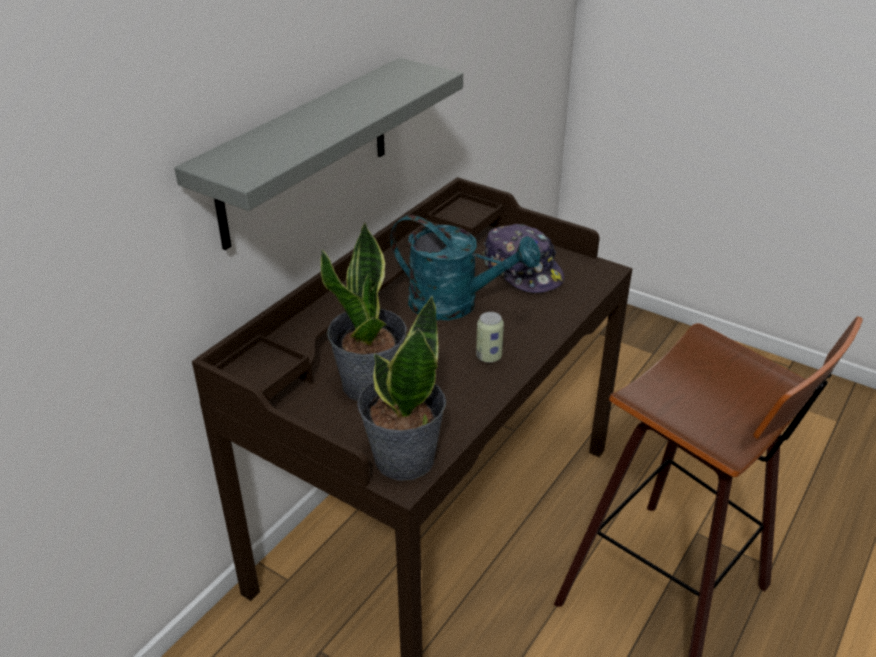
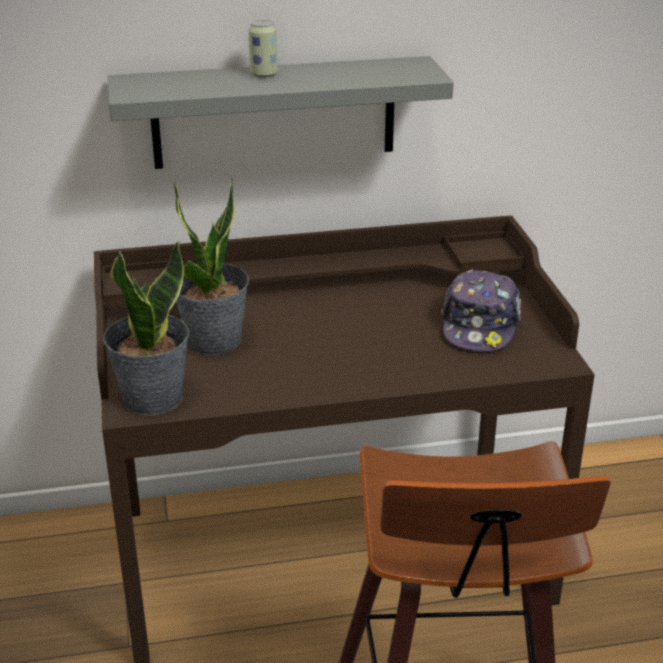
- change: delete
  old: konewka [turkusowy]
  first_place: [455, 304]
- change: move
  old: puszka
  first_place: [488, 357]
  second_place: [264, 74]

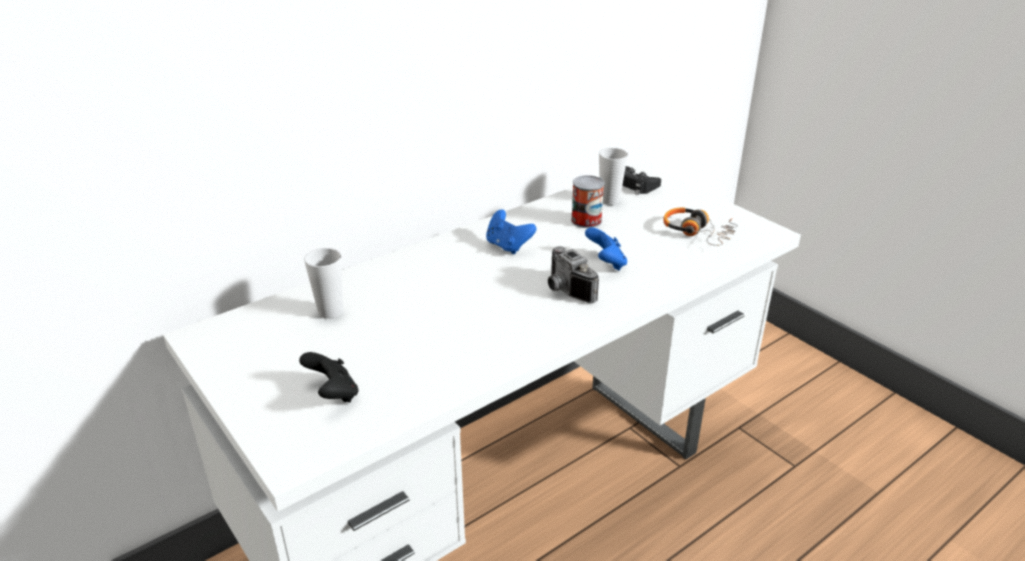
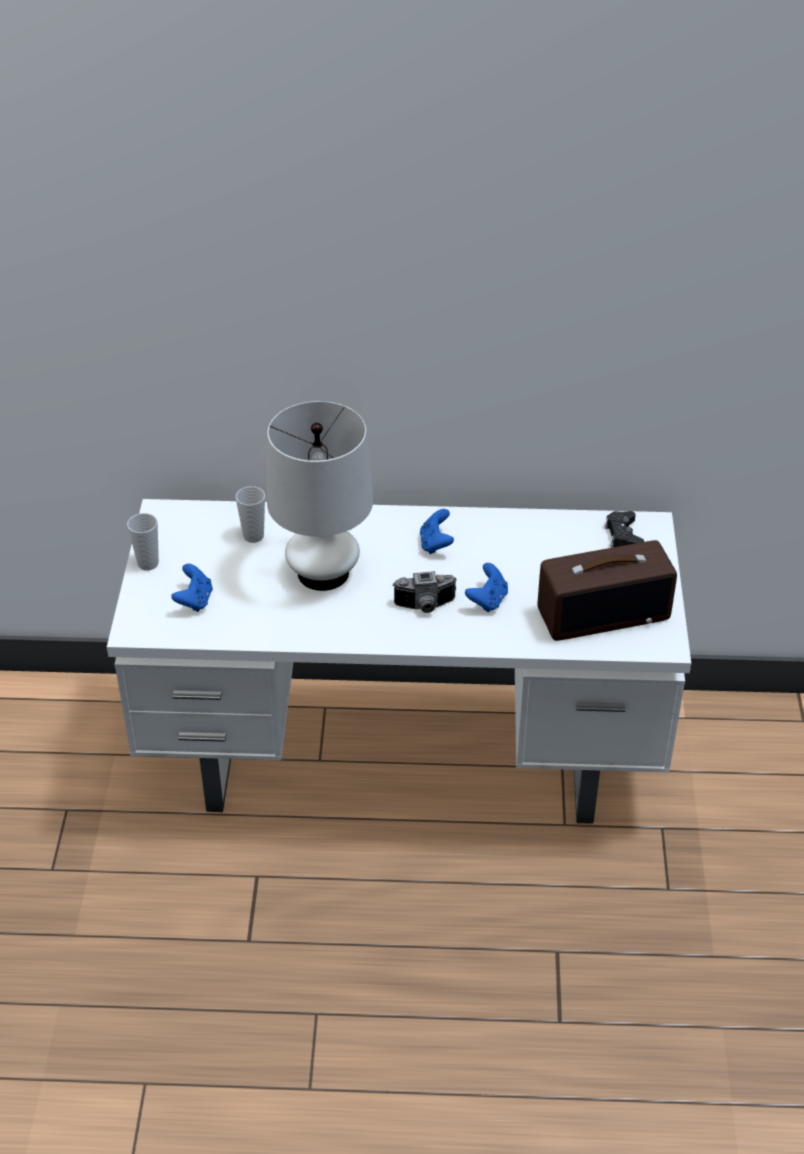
- change: move
  old: filiżanka
  first_place: [609, 200]
  second_place: [148, 563]
- change: delete
  old: puszka
  first_place: [586, 220]
- change: replace
  old: słuchawki
  new: radio
  first_place: [698, 232]
  second_place: [603, 613]
- change: rotate
  old: aparat fotograficzny
  first_place: [565, 291]
  second_place: [425, 607]
  degrees: -105
- change: recolor
  old: pad do gier [czarny]
  new: pad do gier [niebieski]
  first_place: [333, 394]
  second_place: [194, 600]
- change: insert
  new: lampa stołowa [biały]
  second_place: [323, 573]

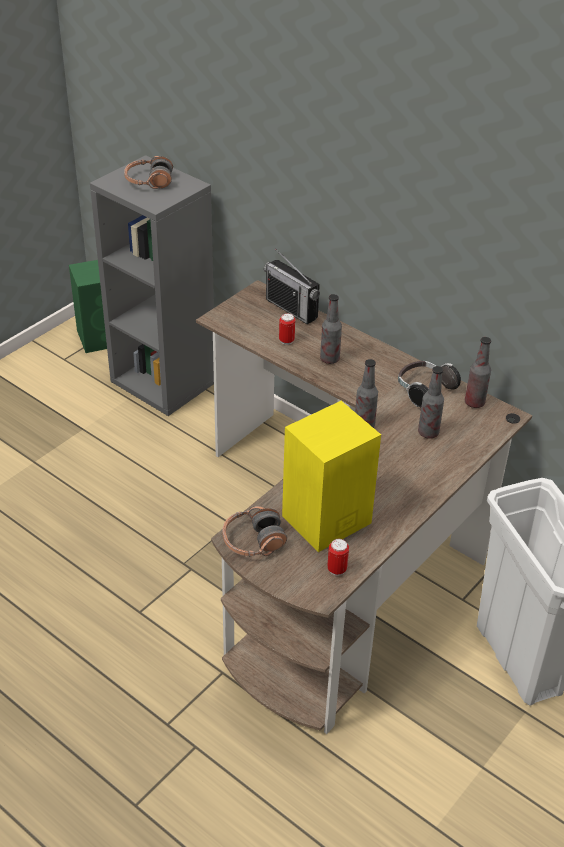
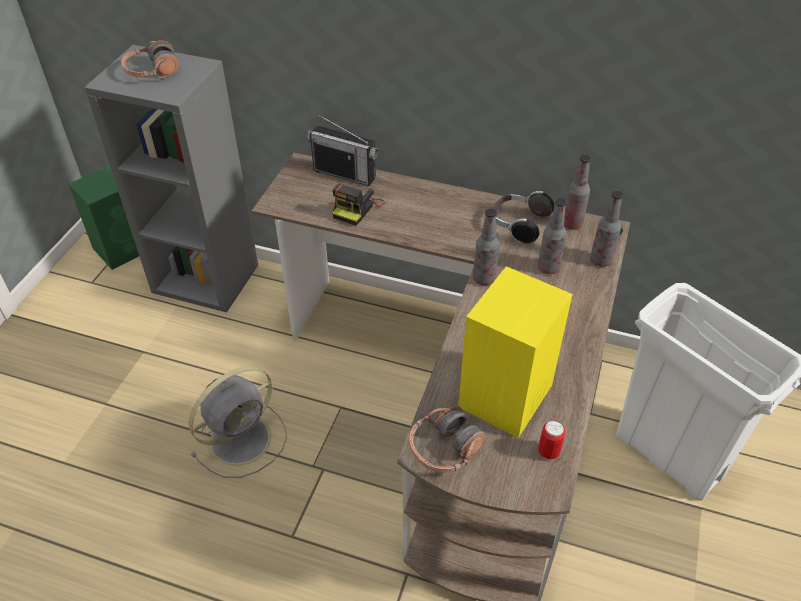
- change: move
  old: butelka
  first_place: [329, 359]
  second_place: [600, 260]
- change: replace
  old: puszka
  new: aparat fotograficzny
  first_place: [286, 341]
  second_place: [357, 209]
- change: insert
  new: wentylator [szary]
  second_place: [243, 438]

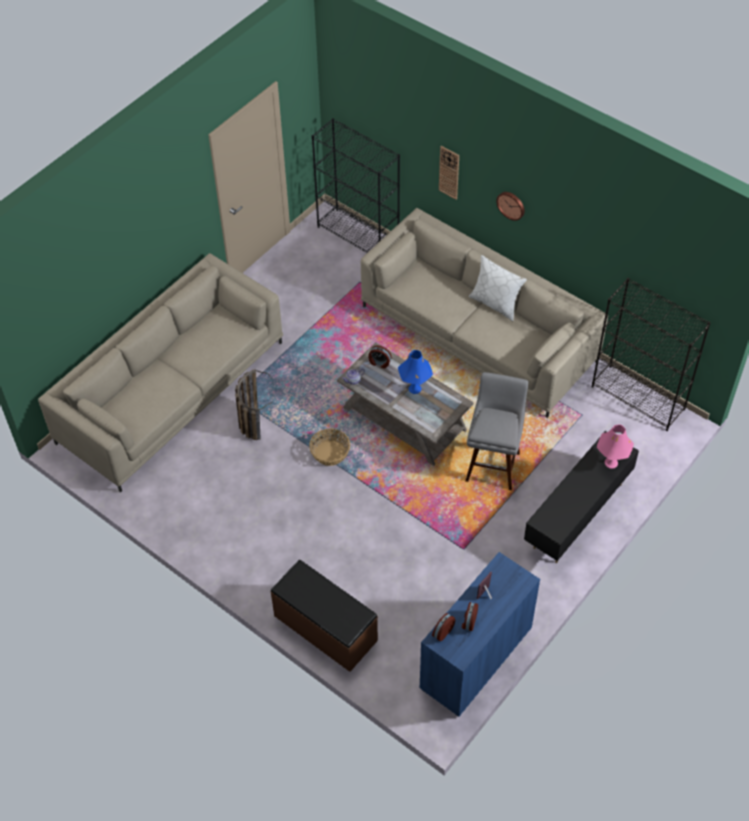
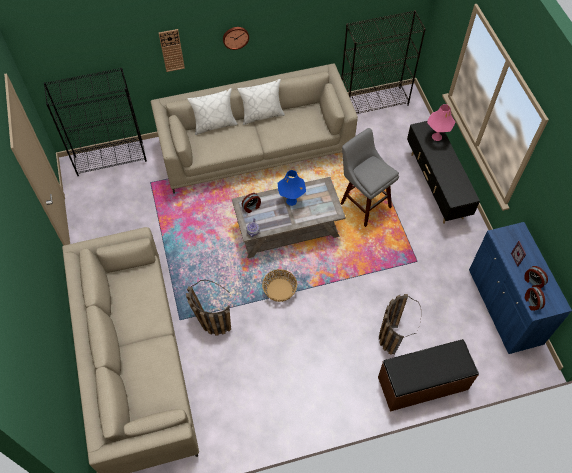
- change: insert
  new: poduszka [biały]
  second_place: [214, 124]
- change: insert
  new: koszyk
  second_place: [391, 332]

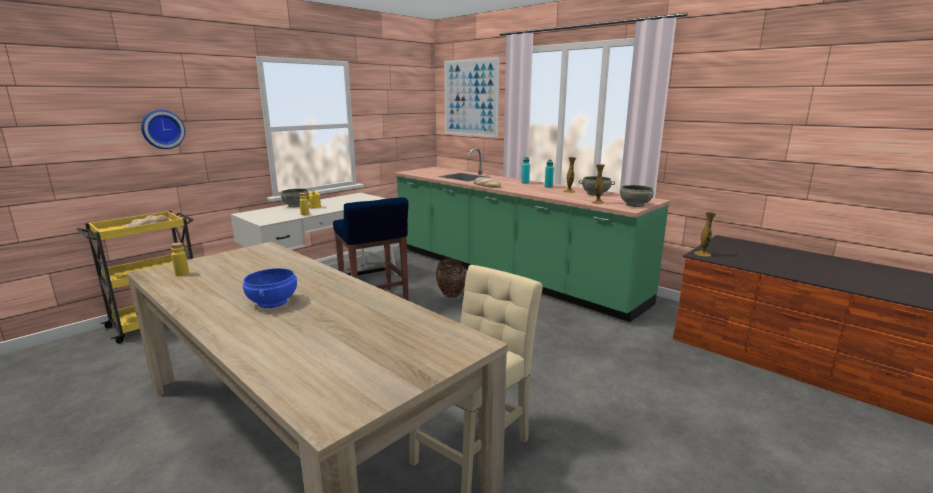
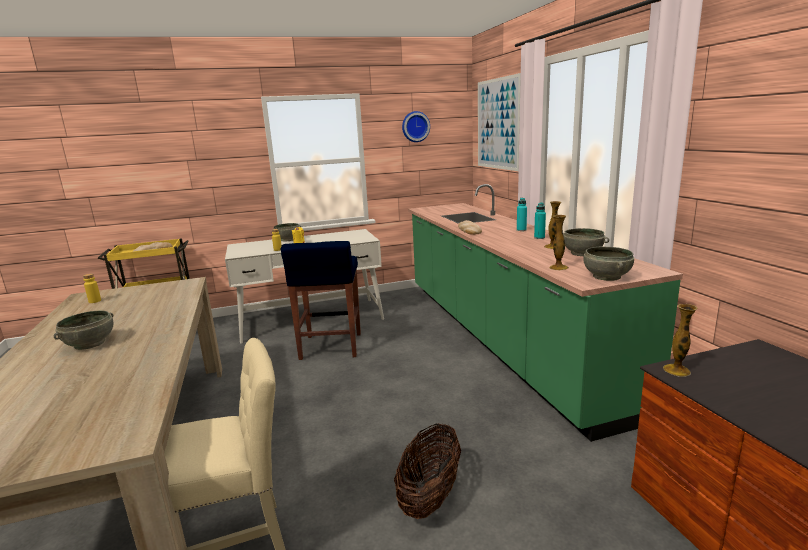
- change: move
  old: zegar ścienny
  first_place: [162, 129]
  second_place: [415, 126]
- change: move
  old: koszyk
  first_place: [450, 293]
  second_place: [430, 496]
- change: recolor
  old: miska [niebieski]
  new: miska [szary]
  first_place: [273, 302]
  second_place: [90, 344]

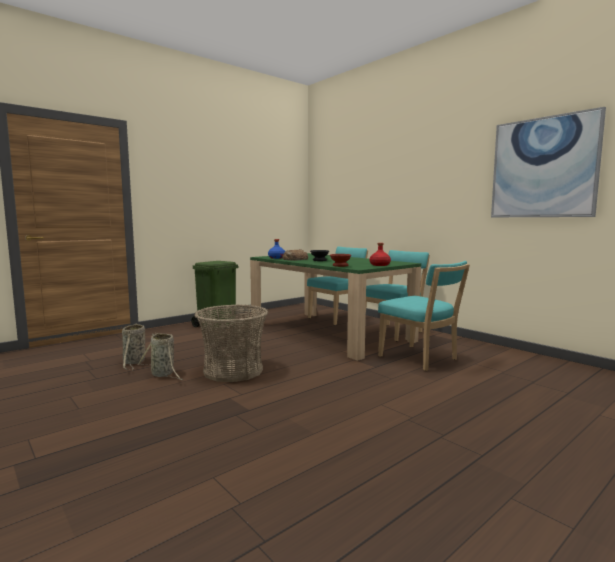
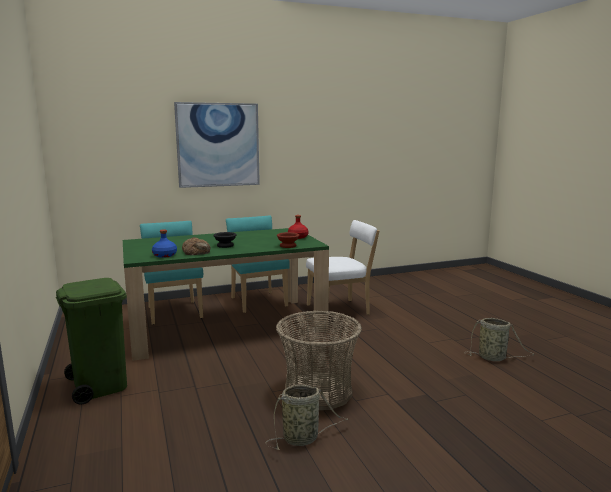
- change: move
  old: obraz
  first_place: [543, 168]
  second_place: [218, 145]
- change: recolor
  old: krzesło [turkusowy]
  new: krzesło [biały]
  first_place: [420, 359]
  second_place: [341, 310]
- change: move
  old: koszyk
  first_place: [134, 362]
  second_place: [494, 358]

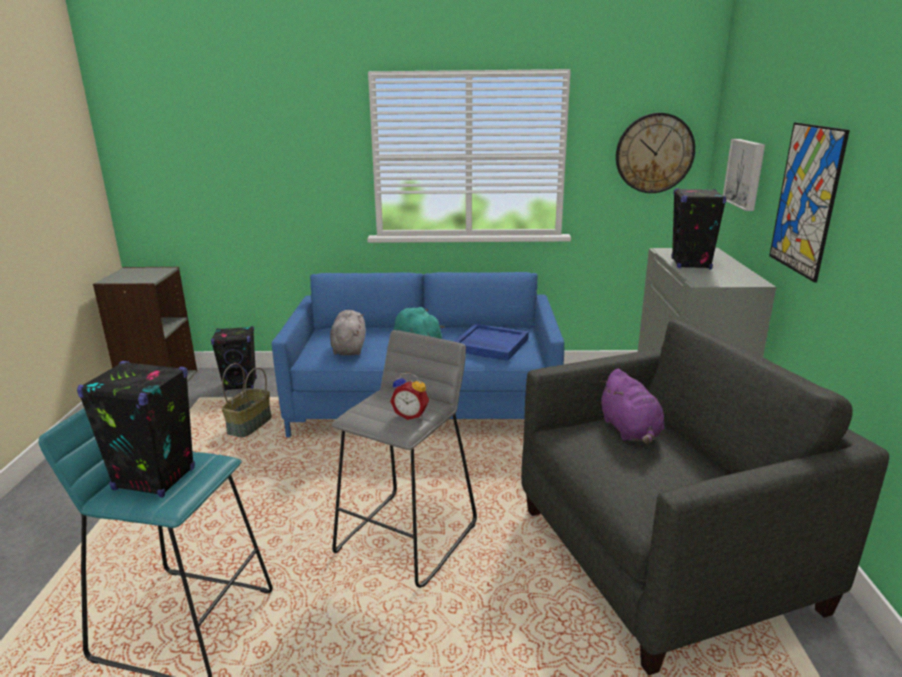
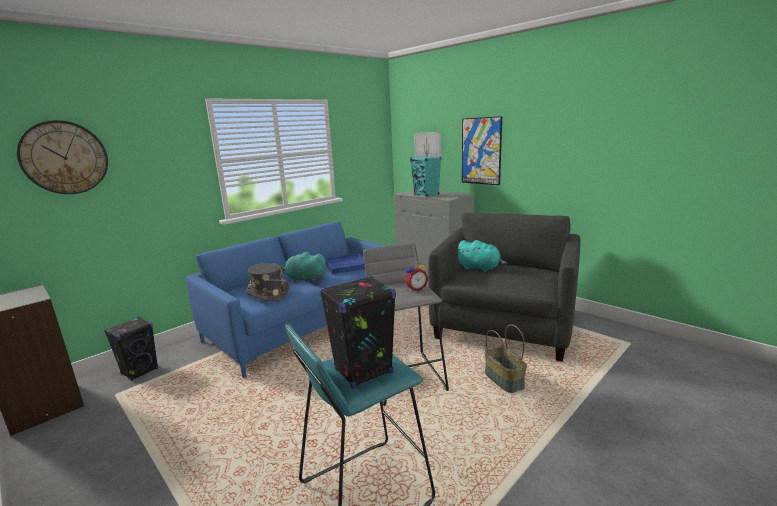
- change: move
  old: zegar ścienny
  first_place: [654, 153]
  second_place: [64, 158]
- change: recolor
  old: głośnik [czarny]
  new: głośnik [turkusowy]
  first_place: [691, 264]
  second_place: [426, 194]
- change: replace
  old: pluszak [szary]
  new: kapelusz [szary]
  first_place: [349, 348]
  second_place: [267, 294]
- change: move
  old: koszyk
  first_place: [250, 426]
  second_place: [504, 380]
- change: recolor
  old: pluszak [fioletowy]
  new: pluszak [turkusowy]
  first_place: [630, 431]
  second_place: [480, 268]

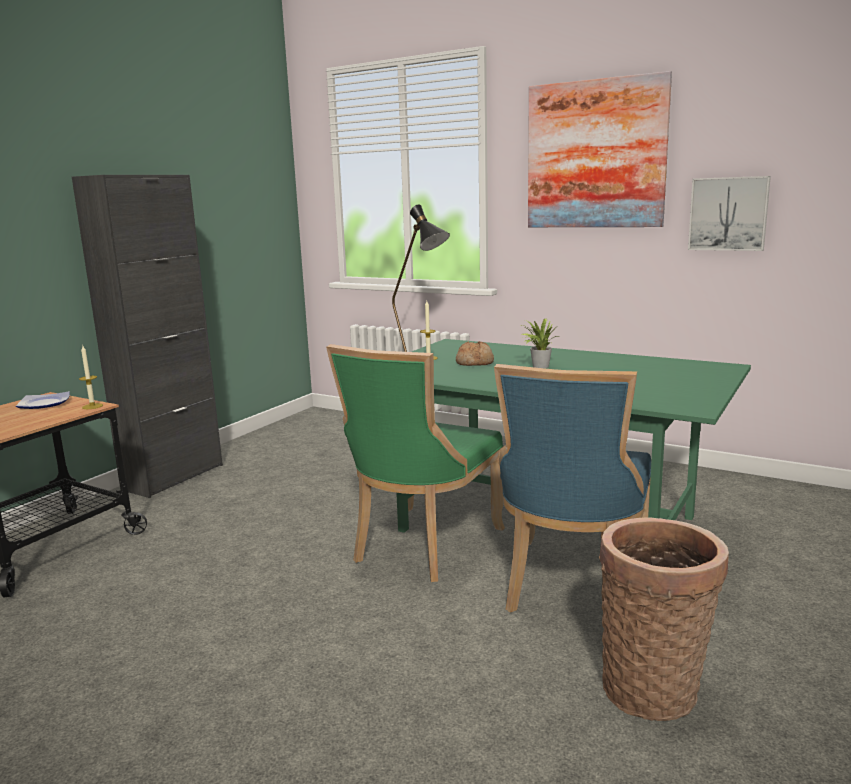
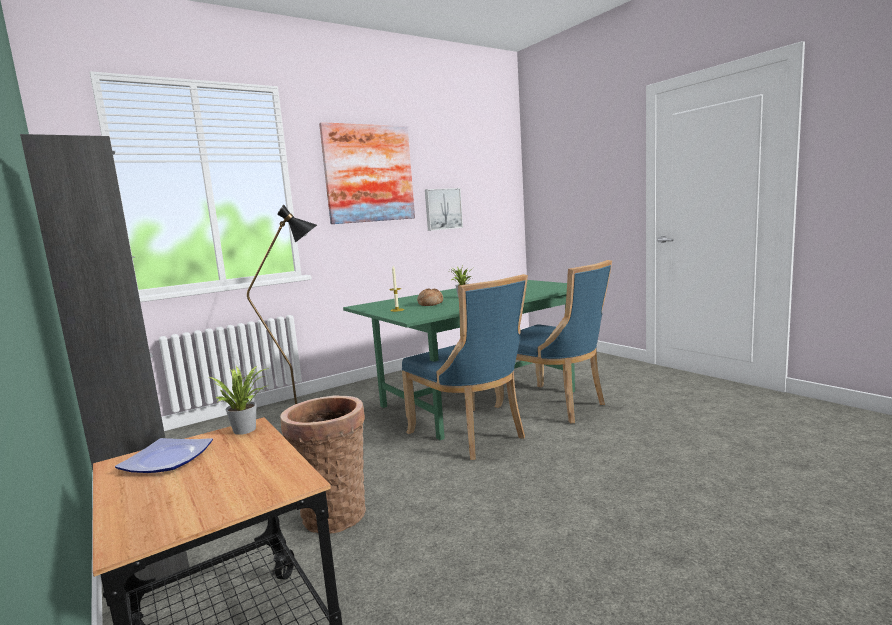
- change: recolor
  old: krzesło [zielony]
  new: krzesło [niebieski]
  first_place: [422, 546]
  second_place: [471, 435]
- change: replace
  old: świeca
  new: roślina doniczkowa
  first_place: [92, 406]
  second_place: [247, 429]
- change: move
  old: koszyk
  first_place: [653, 687]
  second_place: [334, 512]

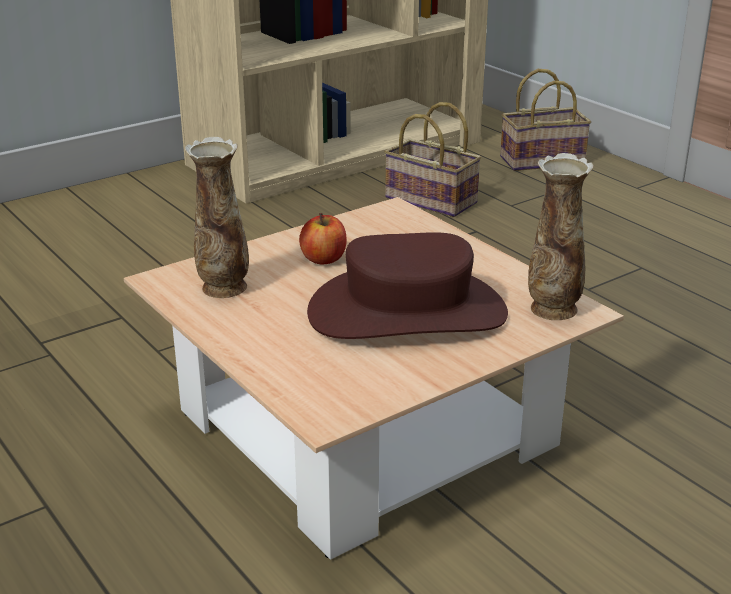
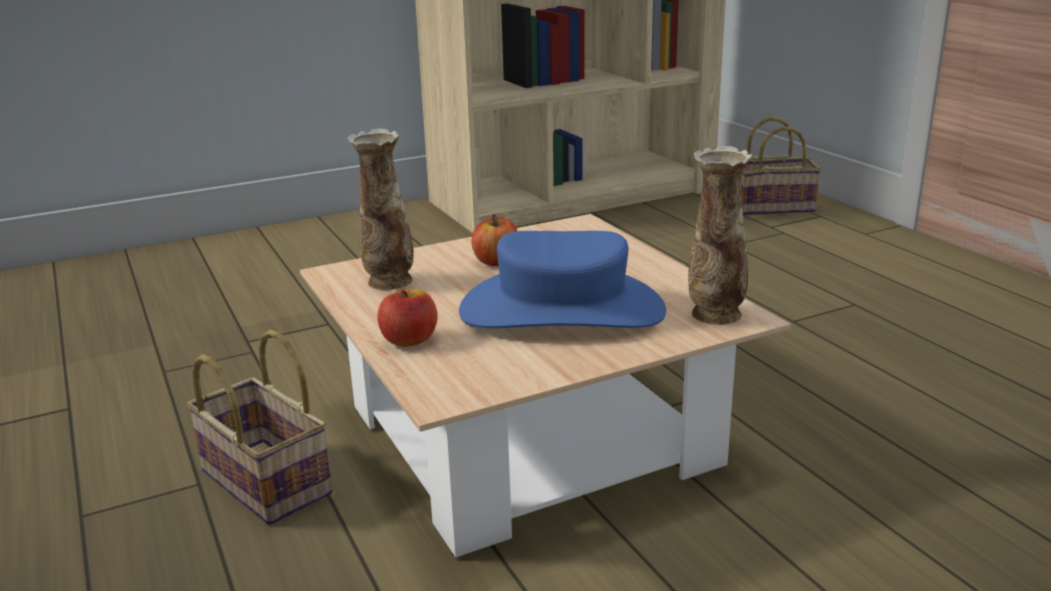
- change: move
  old: koszyk
  first_place: [428, 200]
  second_place: [261, 482]
- change: recolor
  old: kapelusz [brązowy]
  new: kapelusz [niebieski]
  first_place: [407, 312]
  second_place: [562, 309]
- change: insert
  new: jabłko
  second_place: [409, 340]

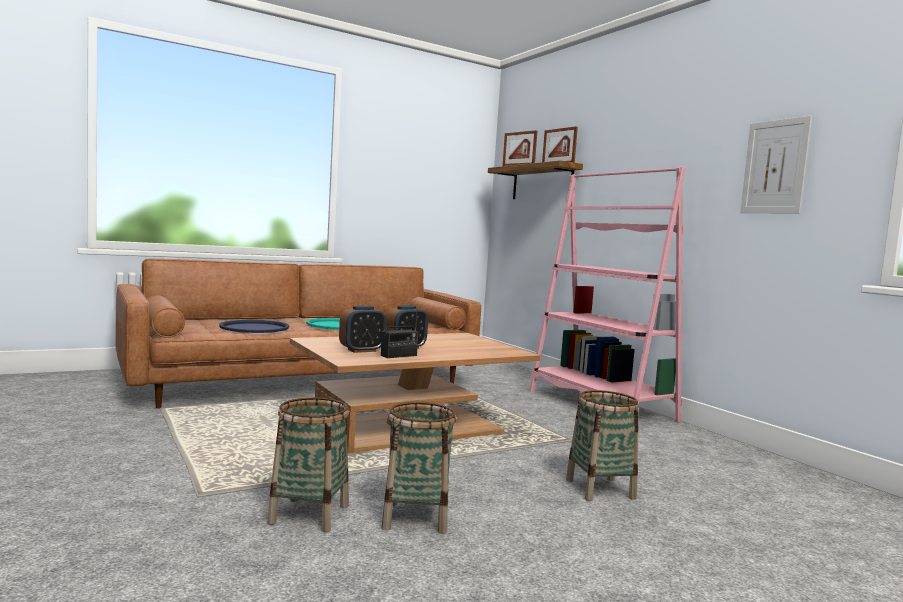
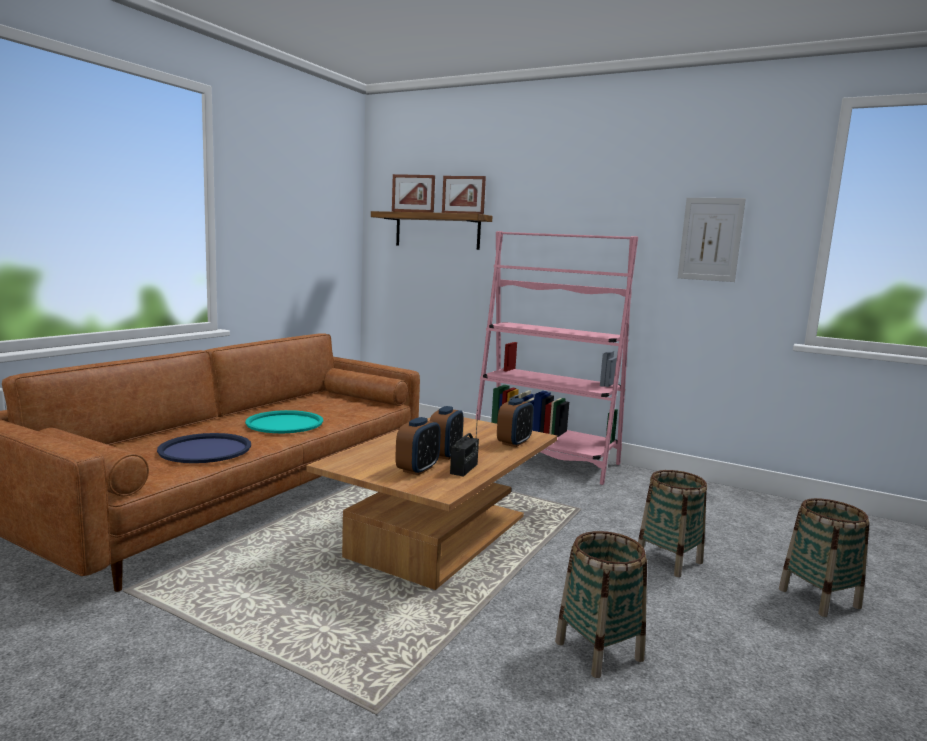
- change: move
  old: koszyk
  first_place: [309, 514]
  second_place: [819, 598]
- change: insert
  new: budzik
  second_place: [514, 442]

